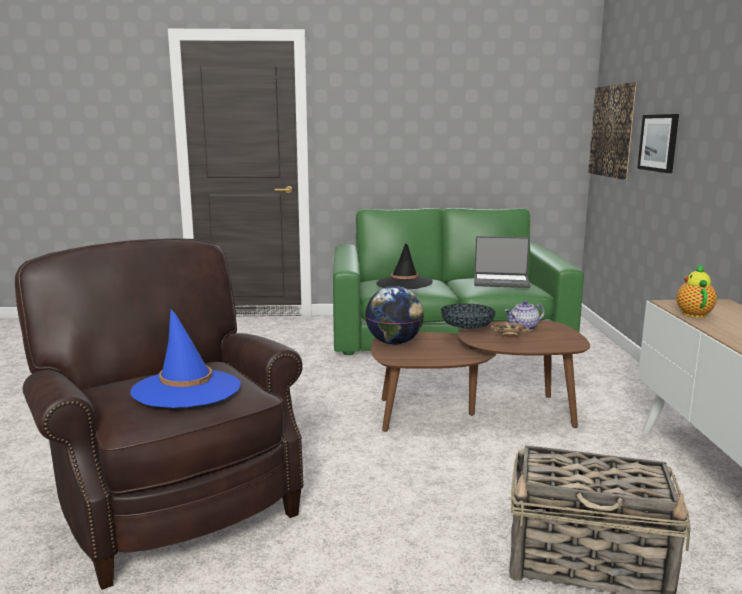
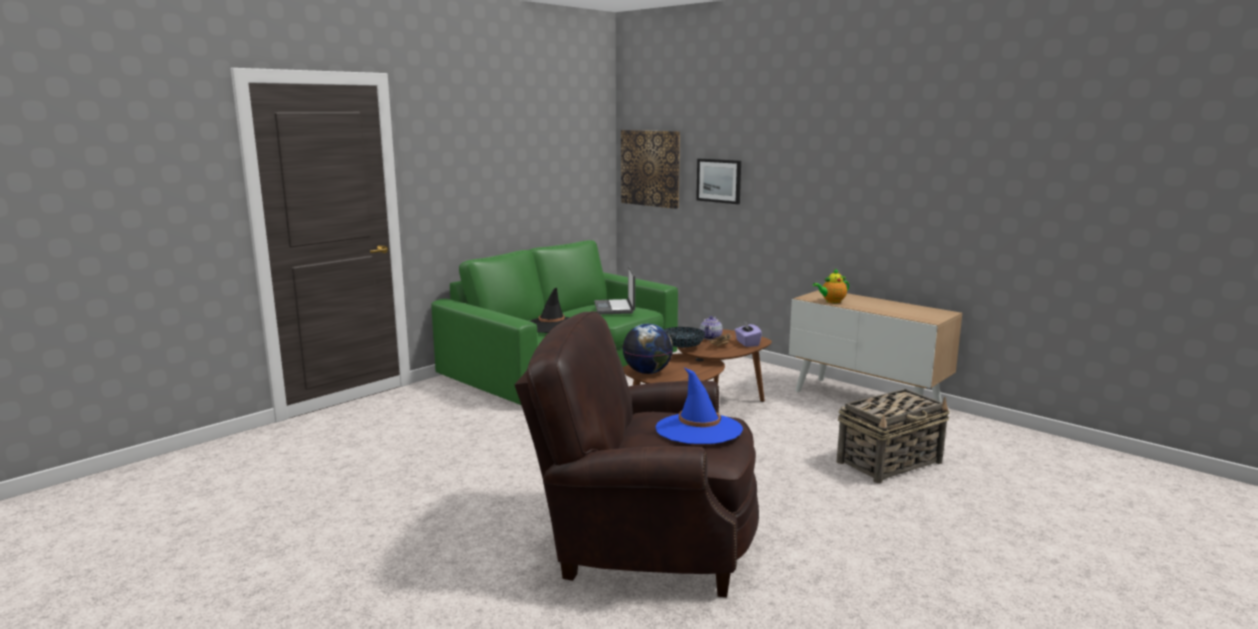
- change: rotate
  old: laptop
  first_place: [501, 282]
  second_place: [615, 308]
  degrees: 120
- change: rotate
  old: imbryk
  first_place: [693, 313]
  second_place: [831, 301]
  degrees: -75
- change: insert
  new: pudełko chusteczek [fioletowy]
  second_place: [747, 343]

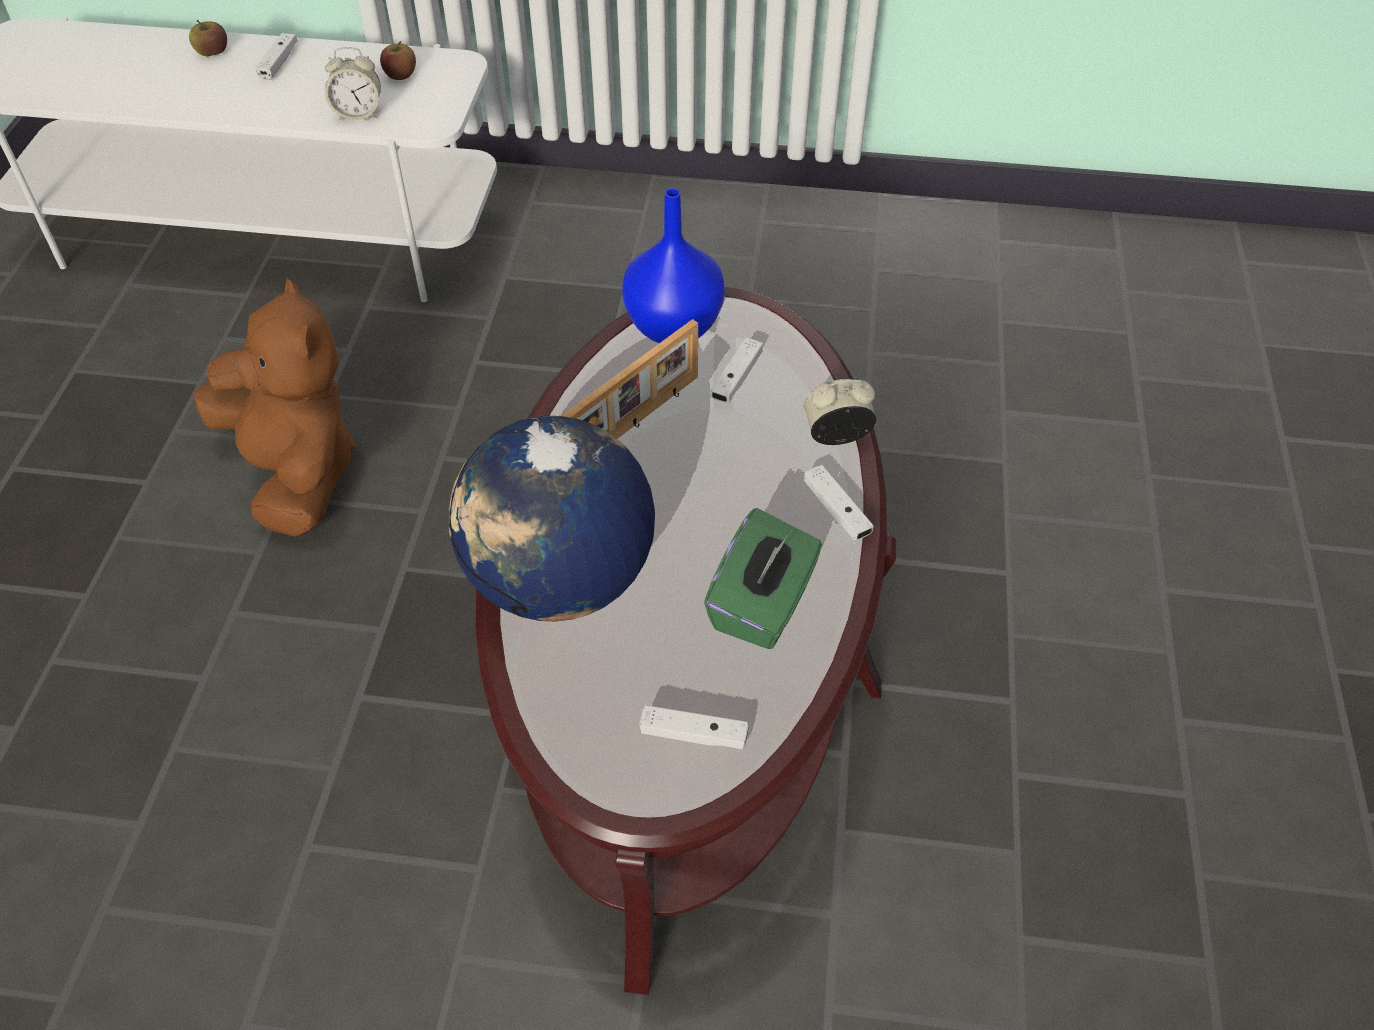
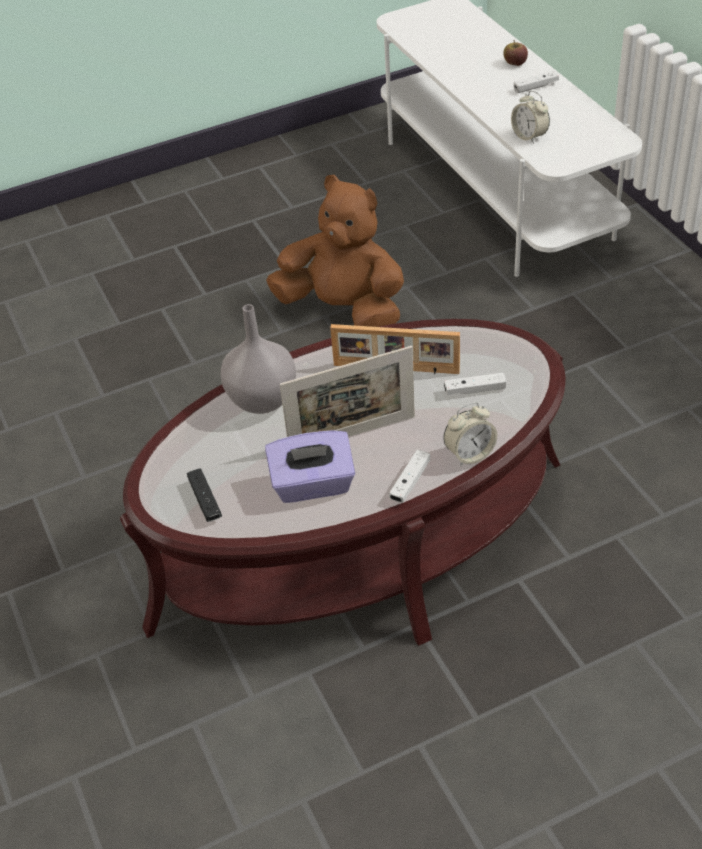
- change: delete
  old: jabłko
  first_place: [400, 75]
- change: delete
  old: wazon [niebieski]
  first_place: [676, 327]
- change: rotate
  old: pluszak [brązowy]
  first_place: [296, 472]
  second_place: [344, 310]
  degrees: -90
- change: rotate
  old: budzik
  first_place: [836, 436]
  second_place: [469, 454]
  degrees: 105
- change: replace
  old: globus
  new: wazon [szary]
  first_place: [559, 580]
  second_place: [261, 400]
- change: recolor
  old: pudełko chusteczek [zielony]
  new: pudełko chusteczek [fioletowy]
  first_place: [762, 604]
  second_place: [313, 485]
- change: recolor
  old: pad do gier [biały]
  new: pad do gier [czarny]
  first_place: [693, 735]
  second_place: [205, 501]
- change: insert
  new: ramka na zdjęcie
  second_place: [352, 435]

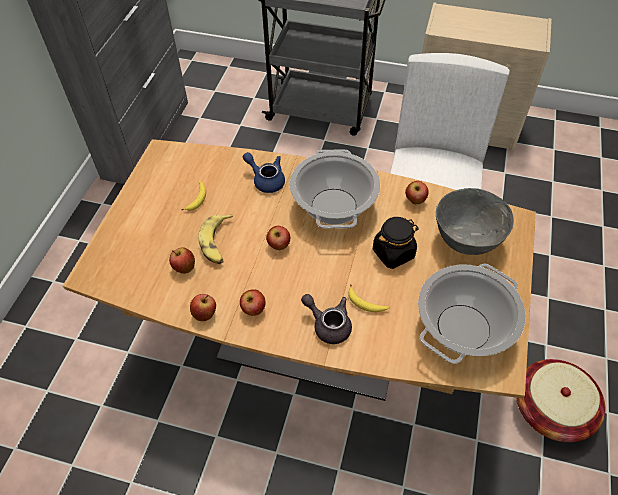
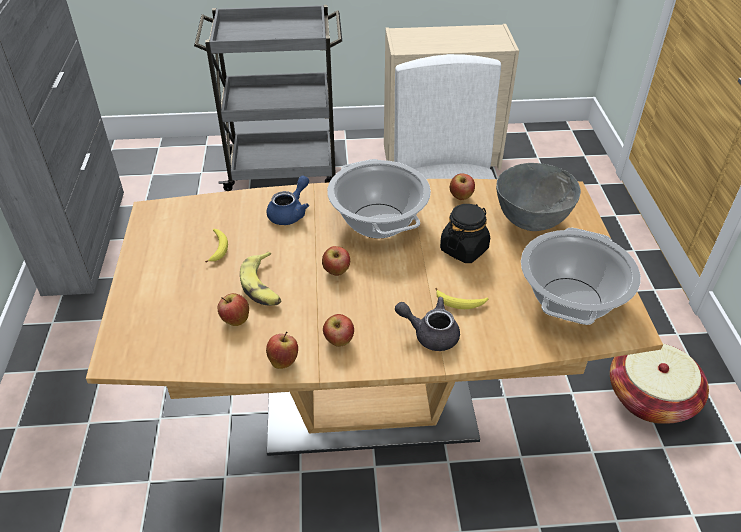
- change: rotate
  old: imbryk [niebieski]
  first_place: [266, 180]
  second_place: [290, 213]
  degrees: 105

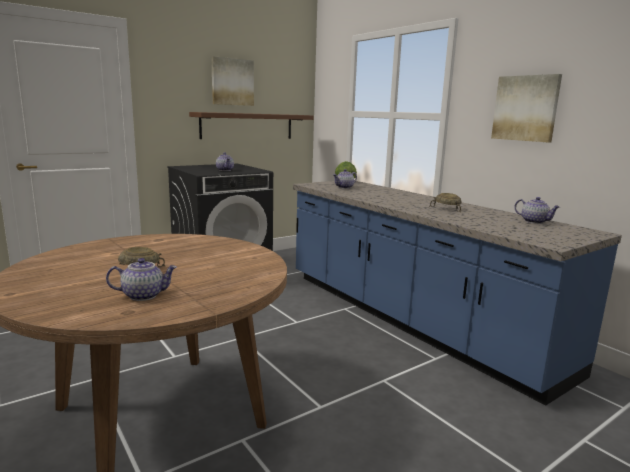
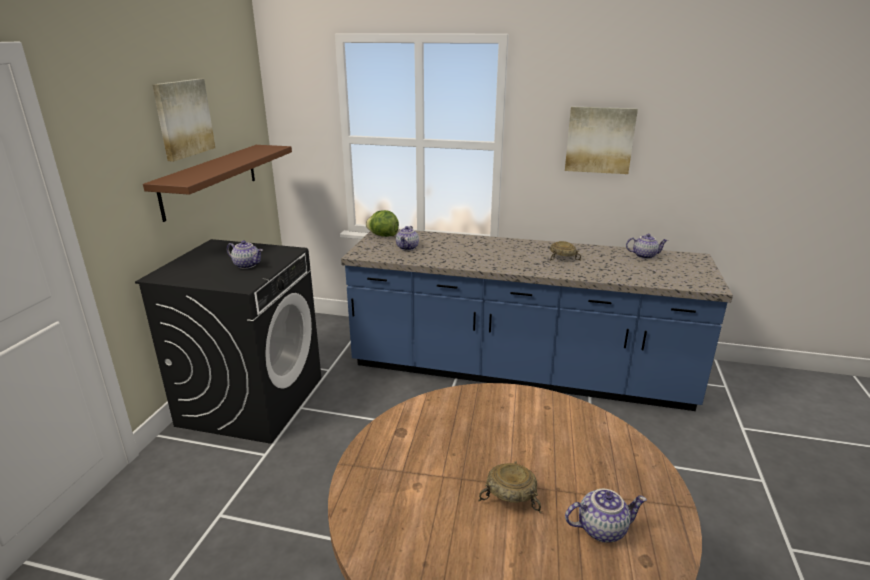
- change: rotate
  old: imbryk
  first_place: [144, 295]
  second_place: [602, 528]
  degrees: 45

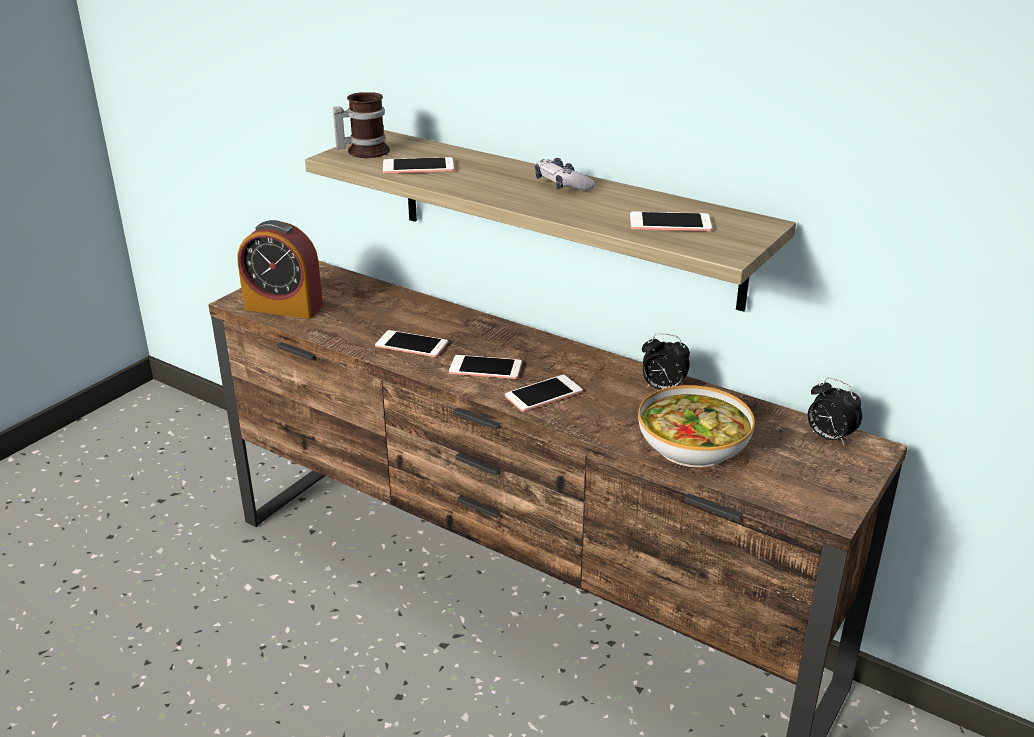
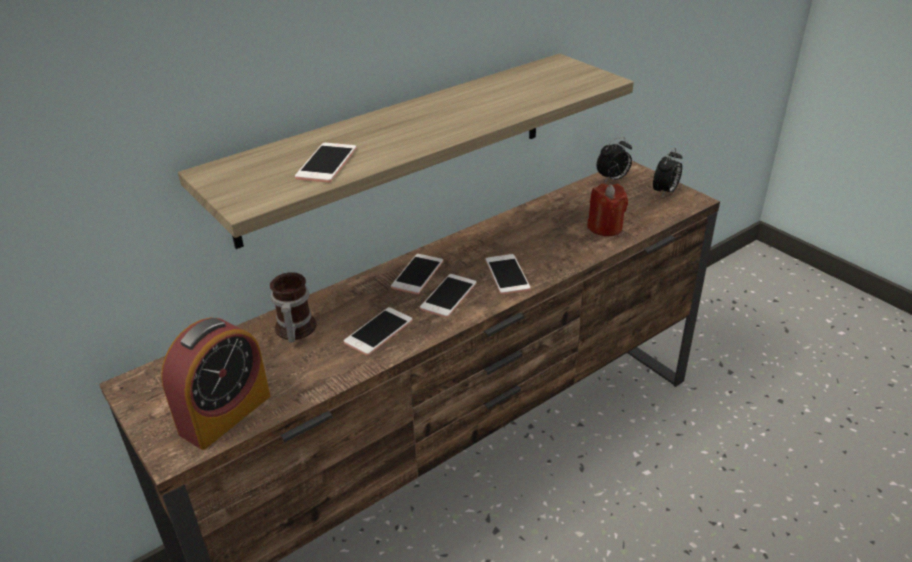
- change: move
  old: kubek
  first_place: [363, 151]
  second_place: [293, 330]
- change: delete
  old: pad do gier
  first_place: [562, 185]
- change: move
  old: telefon
  first_place: [670, 223]
  second_place: [417, 274]
- change: move
  old: budzik
  first_place: [662, 388]
  second_place: [665, 192]
- change: replace
  old: miska
  new: świeca [czerwony]
  first_place: [692, 445]
  second_place: [605, 227]

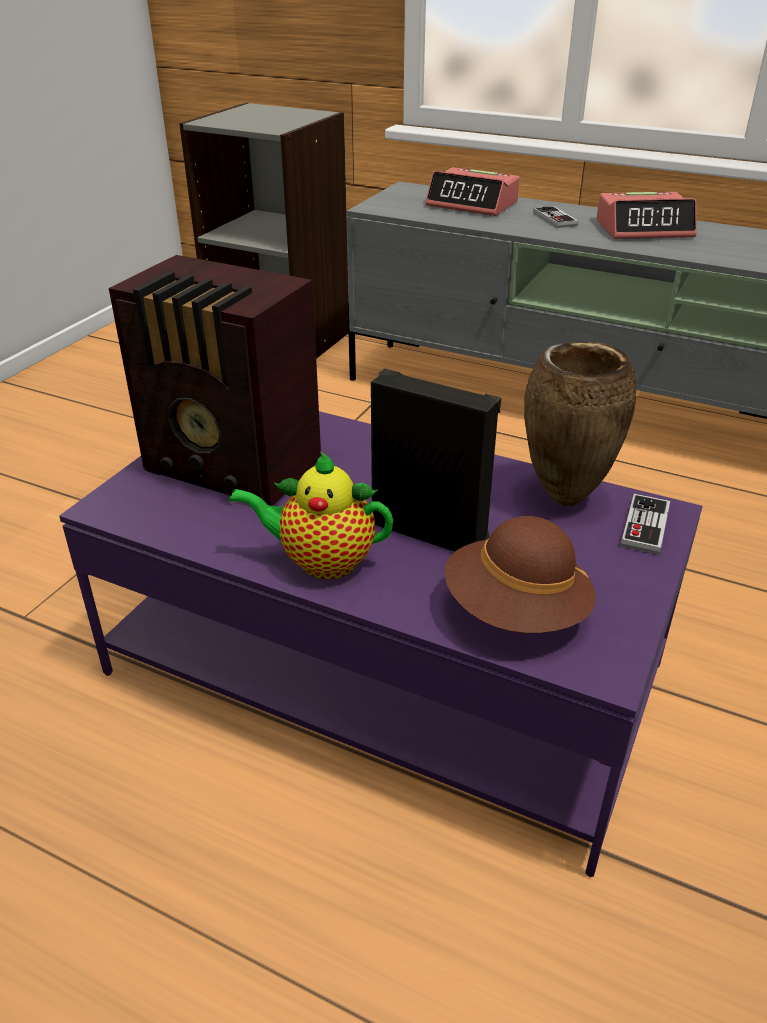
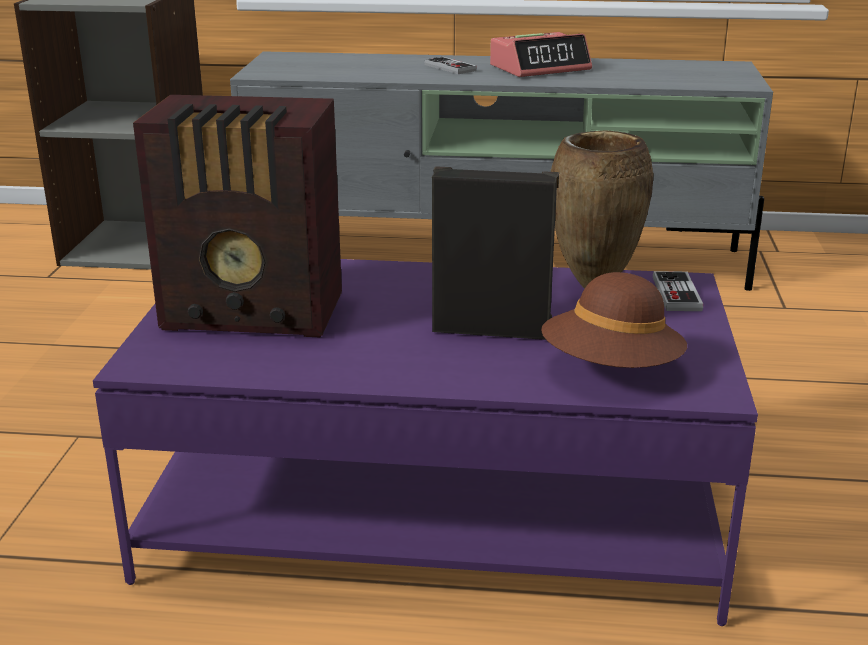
- change: delete
  old: budzik
  first_place: [472, 204]
- change: delete
  old: imbryk
  first_place: [321, 561]

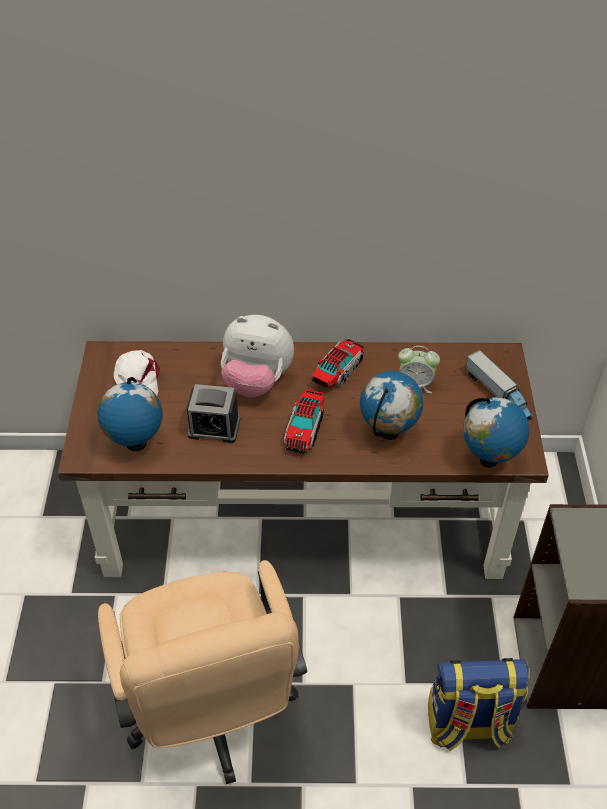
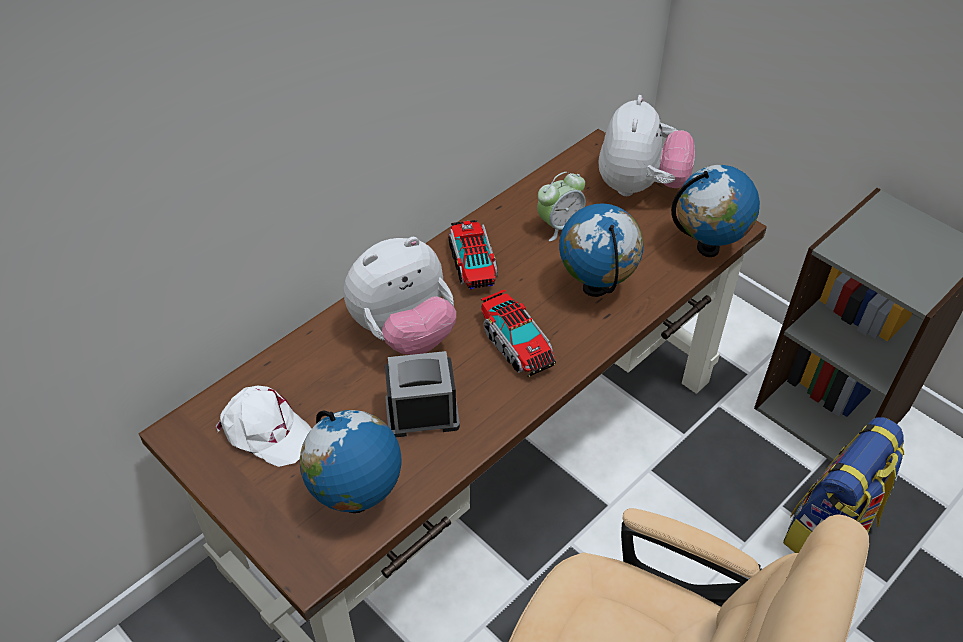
- change: replace
  old: ciężarówka zabawkowa
  new: pluszak
  first_place: [498, 395]
  second_place: [640, 186]
- change: rotate
  old: budzik
  first_place: [214, 427]
  second_place: [422, 413]
  degrees: -150

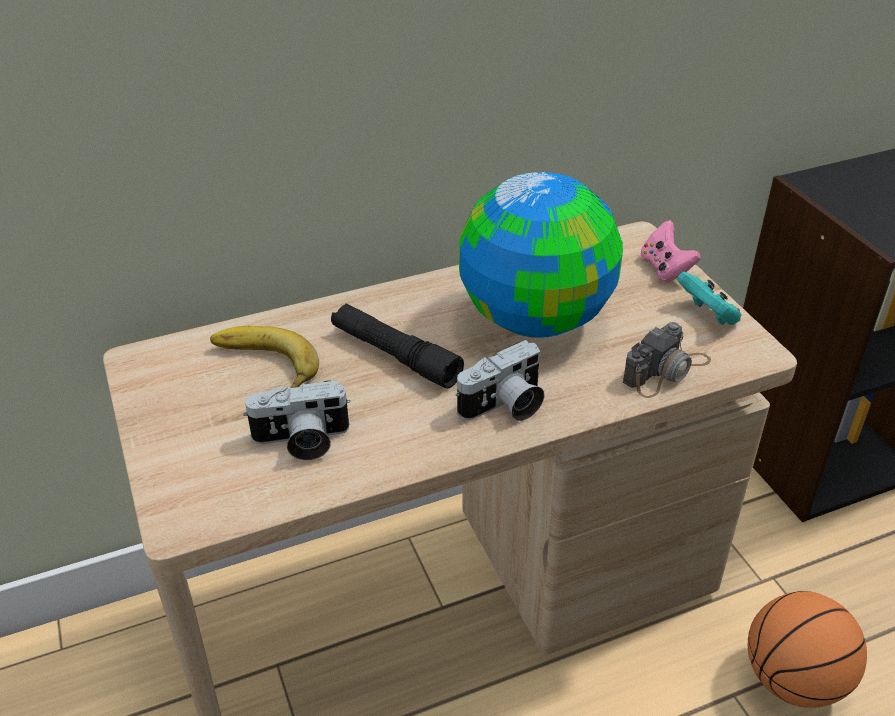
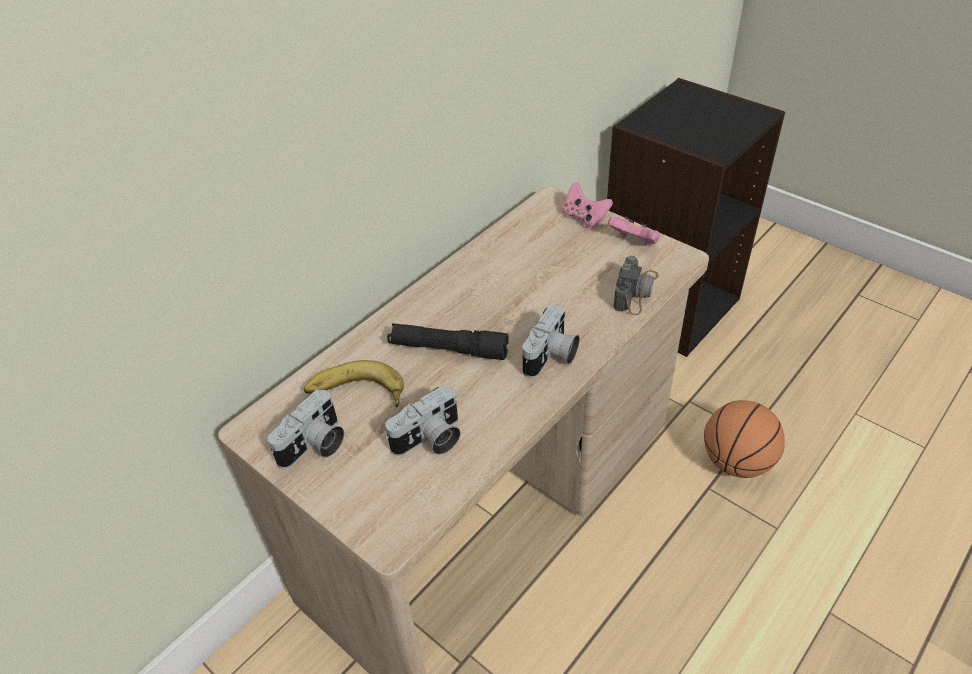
- change: delete
  old: globus
  first_place: [537, 318]
- change: recolor
  old: pad do gier [turkusowy]
  new: pad do gier [różowy]
  first_place: [708, 315]
  second_place: [634, 242]
- change: insert
  new: aparat fotograficzny
  second_place: [315, 446]

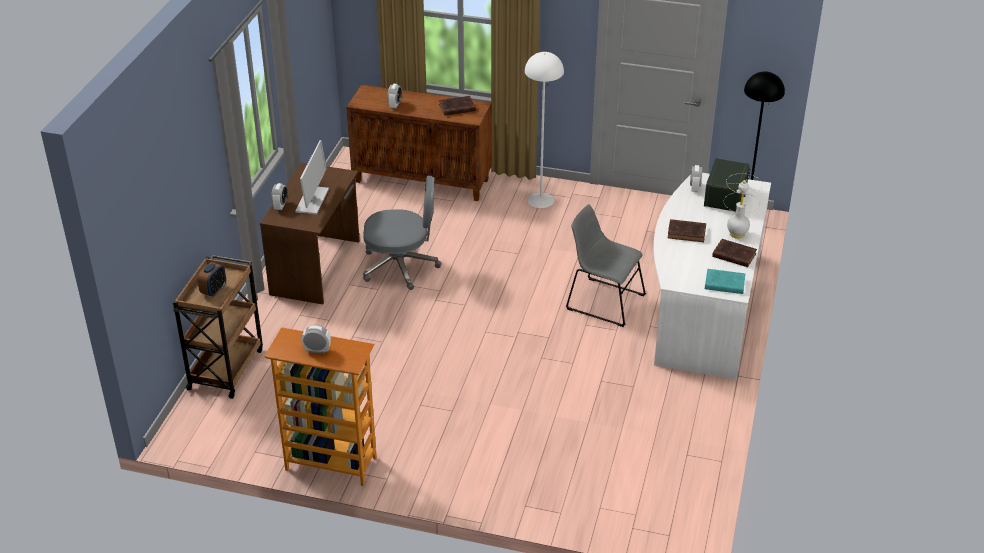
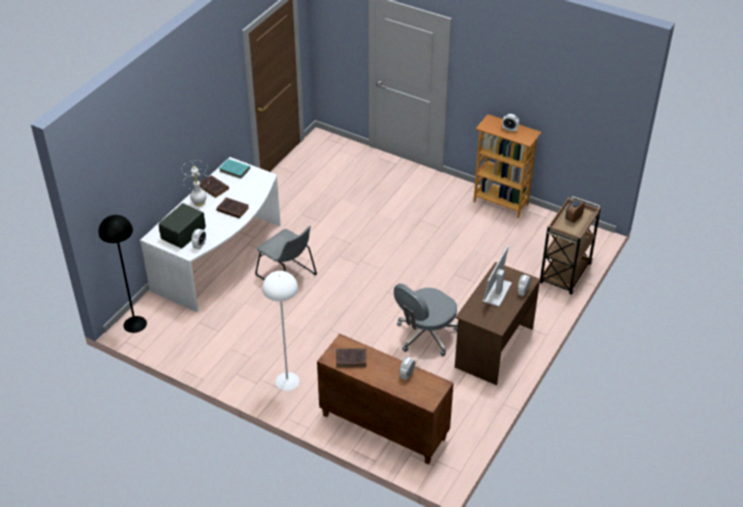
- change: rotate
  old: krzesło biurowe [szary]
  first_place: [401, 266]
  second_place: [425, 335]
  degrees: -60

